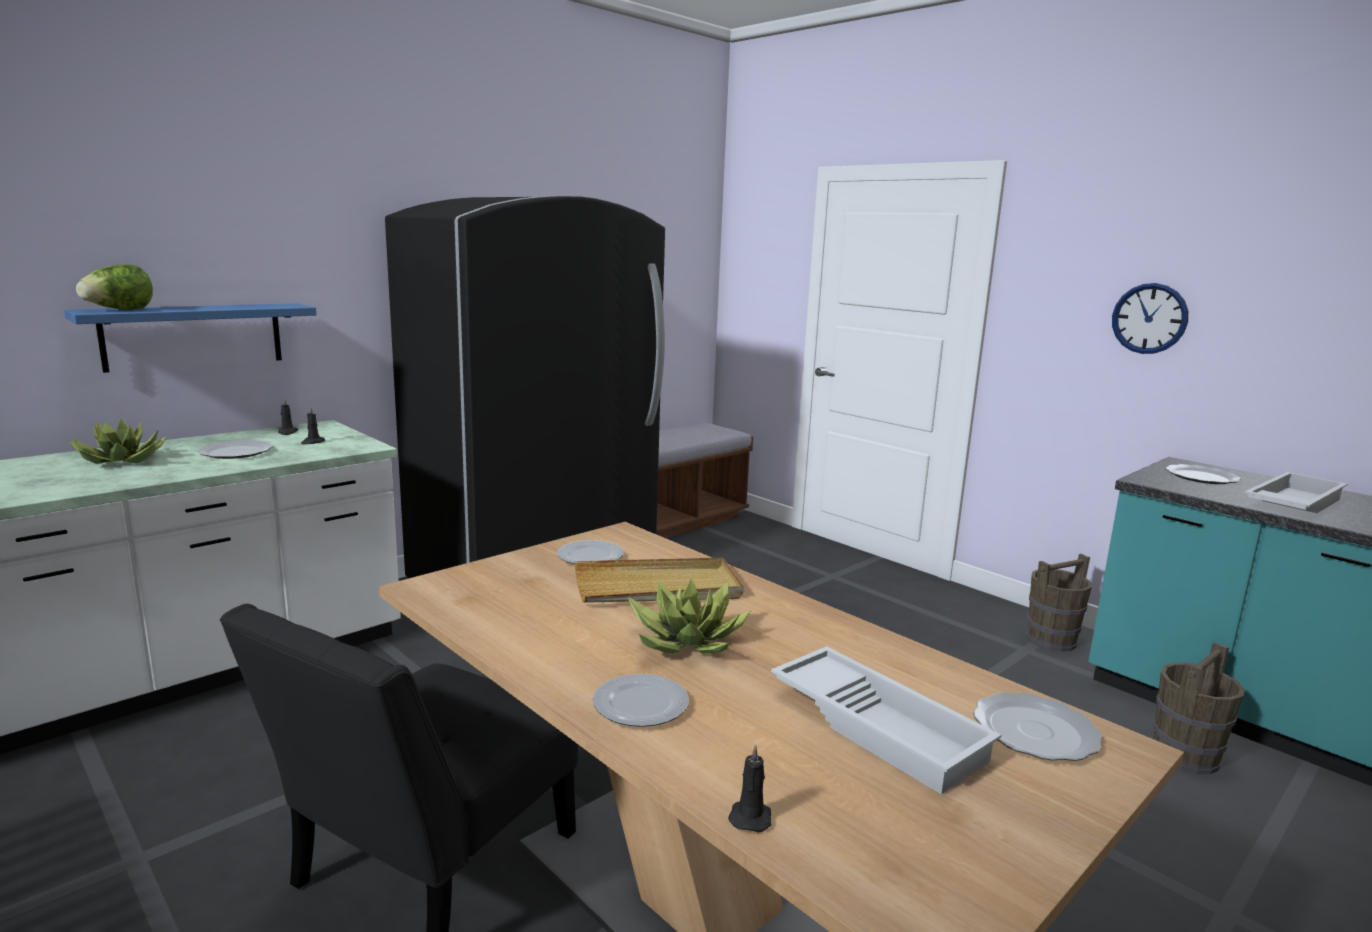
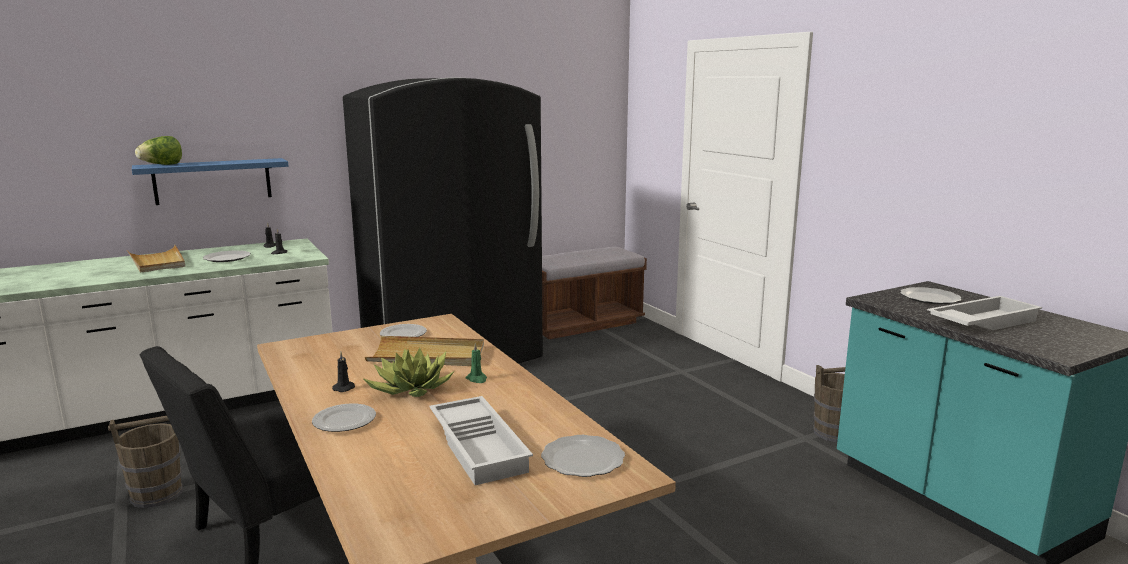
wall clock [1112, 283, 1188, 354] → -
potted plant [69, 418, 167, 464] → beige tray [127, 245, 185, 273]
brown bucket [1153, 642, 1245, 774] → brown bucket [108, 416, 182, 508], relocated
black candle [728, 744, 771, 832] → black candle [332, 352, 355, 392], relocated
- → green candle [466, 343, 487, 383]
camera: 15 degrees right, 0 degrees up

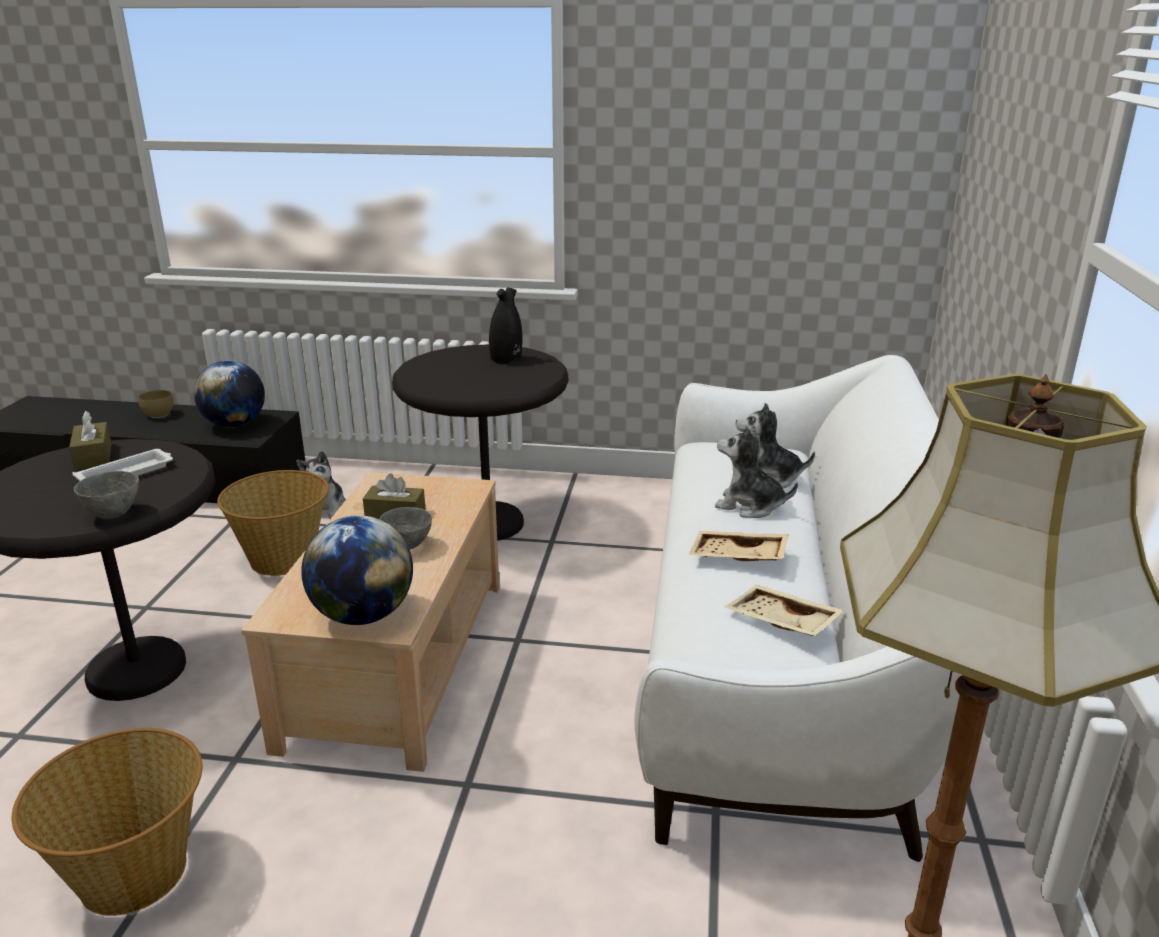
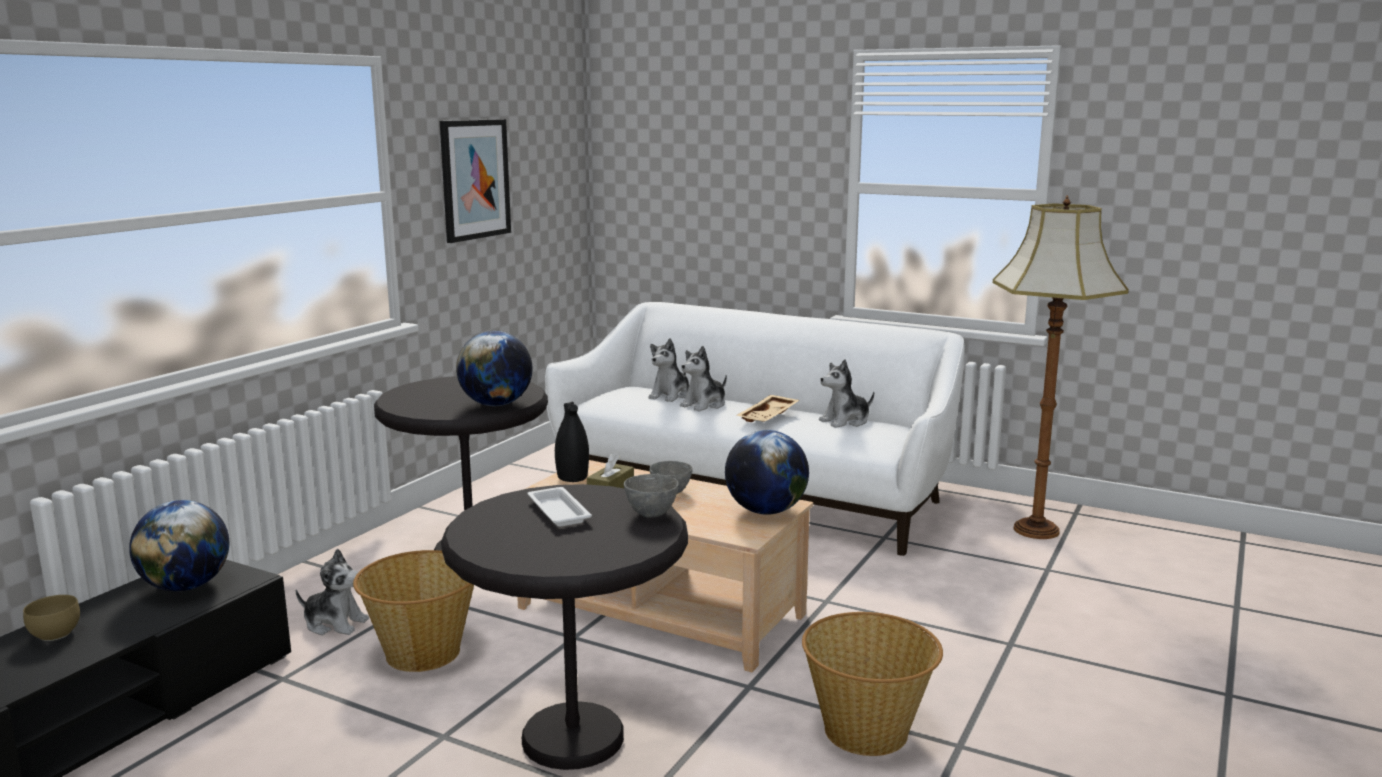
black vase [489, 288, 523, 364] → black vase [555, 402, 589, 482], relocated
brown tissue box [69, 411, 112, 470] → -
beige tray [724, 585, 845, 636] → plush toy [819, 359, 874, 428]
- → picture [440, 119, 511, 243]
- → globe [456, 331, 533, 406]
camera: 70 degrees left, 10 degrees down

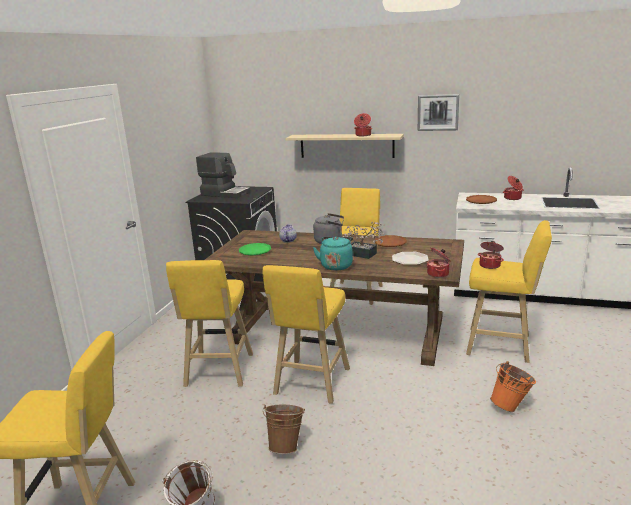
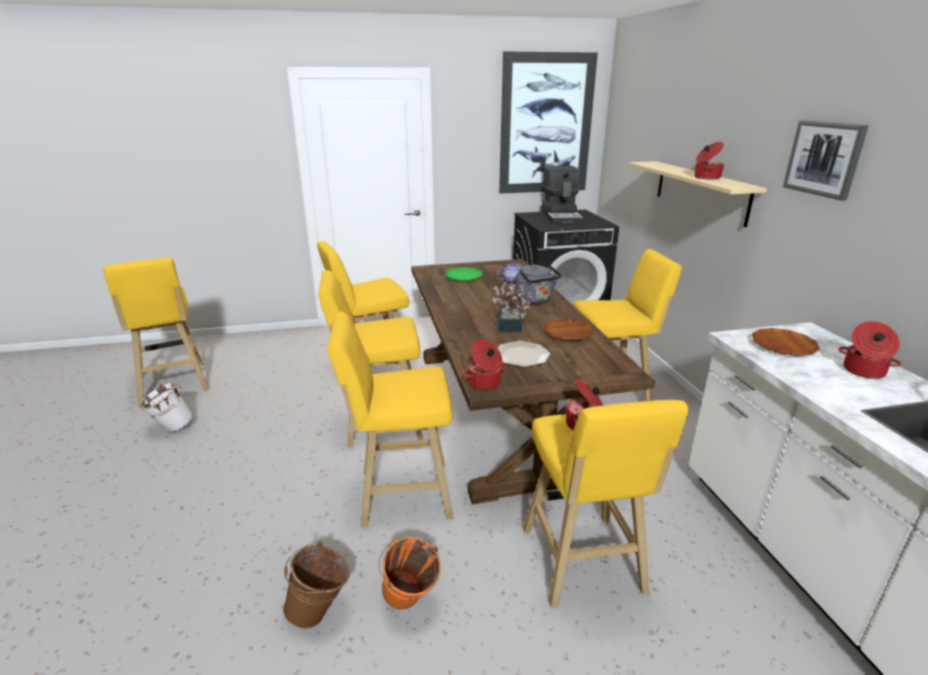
turquoise kettle [313, 237, 353, 271] → -
brown bucket [263, 405, 305, 454] → brown bucket [283, 541, 350, 629], relocated
- → picture [499, 52, 598, 194]
- → yellow stool [328, 312, 453, 527]
camera: 60 degrees right, 5 degrees up

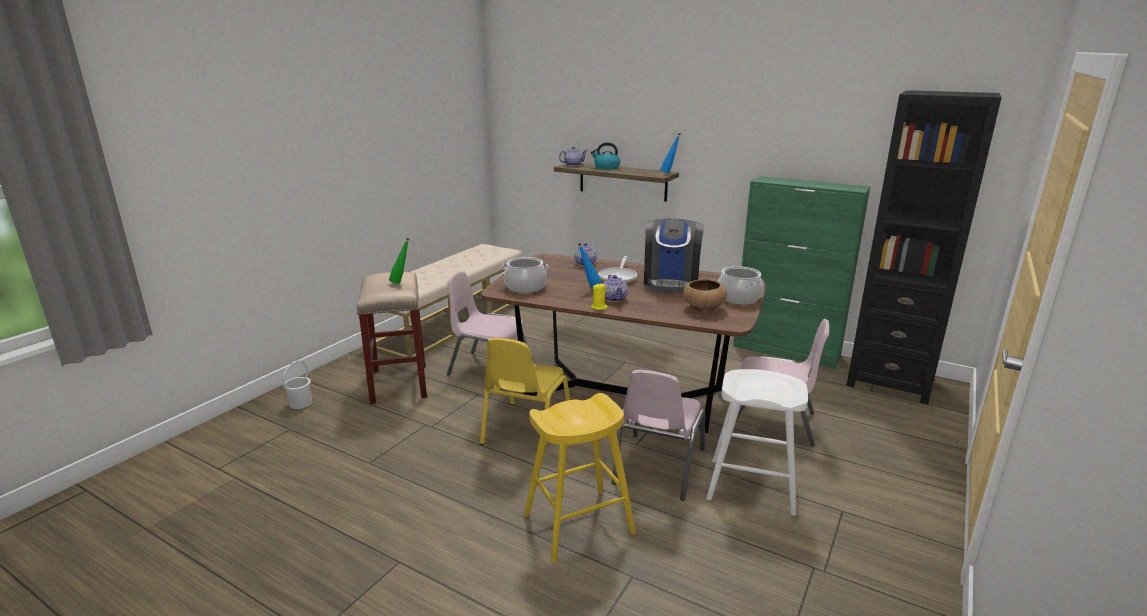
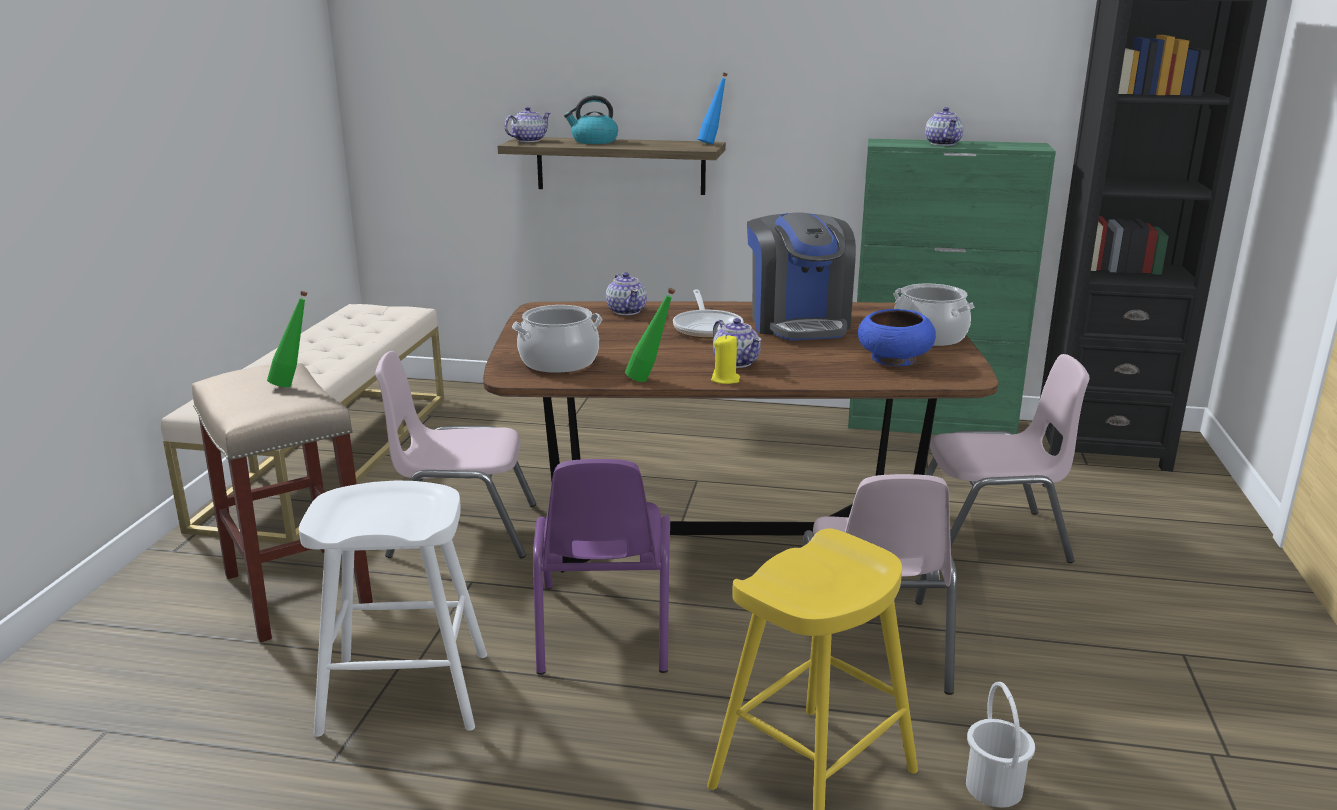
blue bottle [578, 243, 602, 291] → -
brown bowl [683, 279, 727, 313] → blue bowl [858, 309, 936, 366]
yellow chair [480, 338, 570, 445] → purple chair [533, 459, 670, 675]
white bucket [283, 360, 312, 409] → white bucket [966, 682, 1035, 807], relocated
white stool [707, 369, 808, 516] → white stool [299, 481, 487, 737], relocated
- → teapot [925, 107, 963, 146]
- → green bottle [625, 288, 675, 382]
camera: 20 degrees left, 0 degrees up

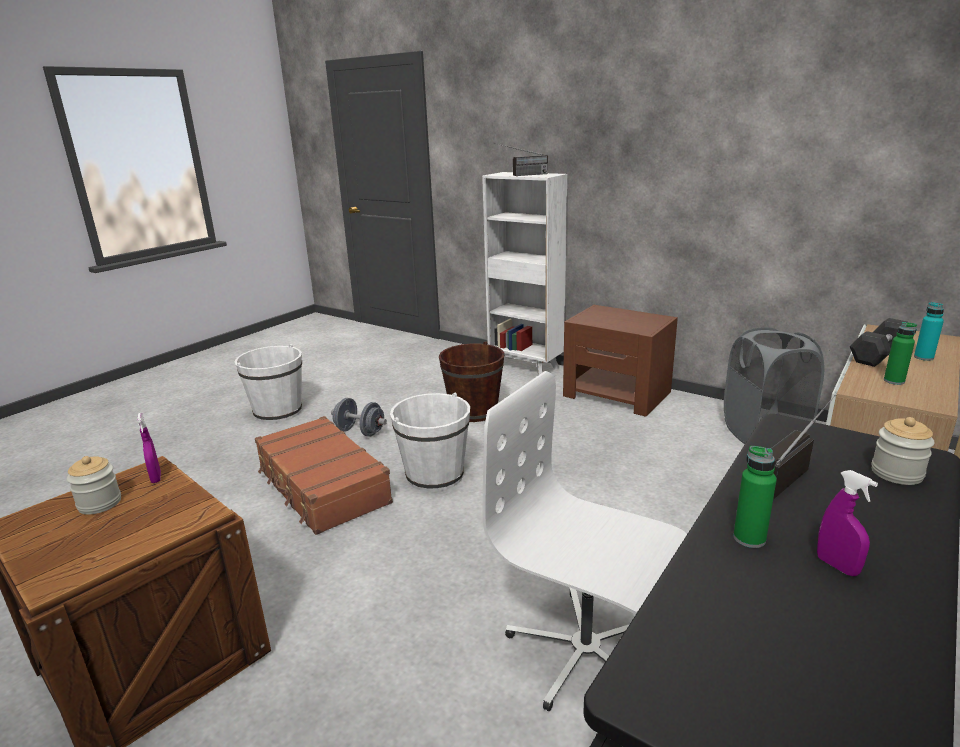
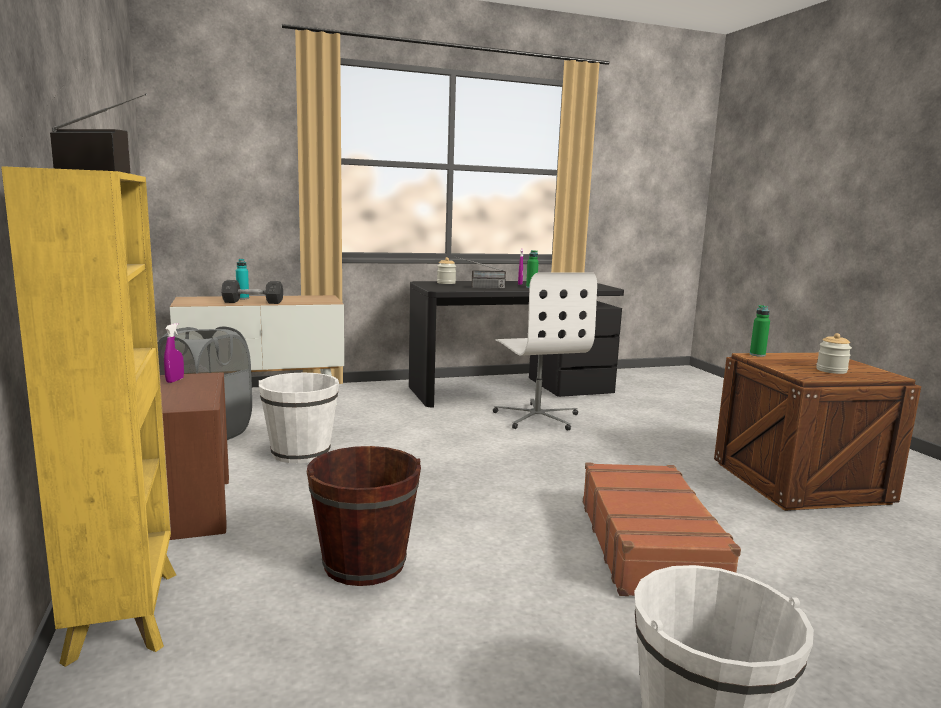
white bookcase [482, 172, 567, 375] → yellow bookcase [1, 166, 176, 667]
green bottle [884, 322, 917, 385] → green bottle [750, 305, 770, 357], relocated
white bucket [390, 393, 470, 492] → white bucket [259, 373, 339, 463], relocated
grey dumbbell [331, 398, 387, 437] → -
purple spray bottle [137, 413, 161, 483] → purple spray bottle [164, 323, 184, 383], relocated
camera: 145 degrees left, 10 degrees down

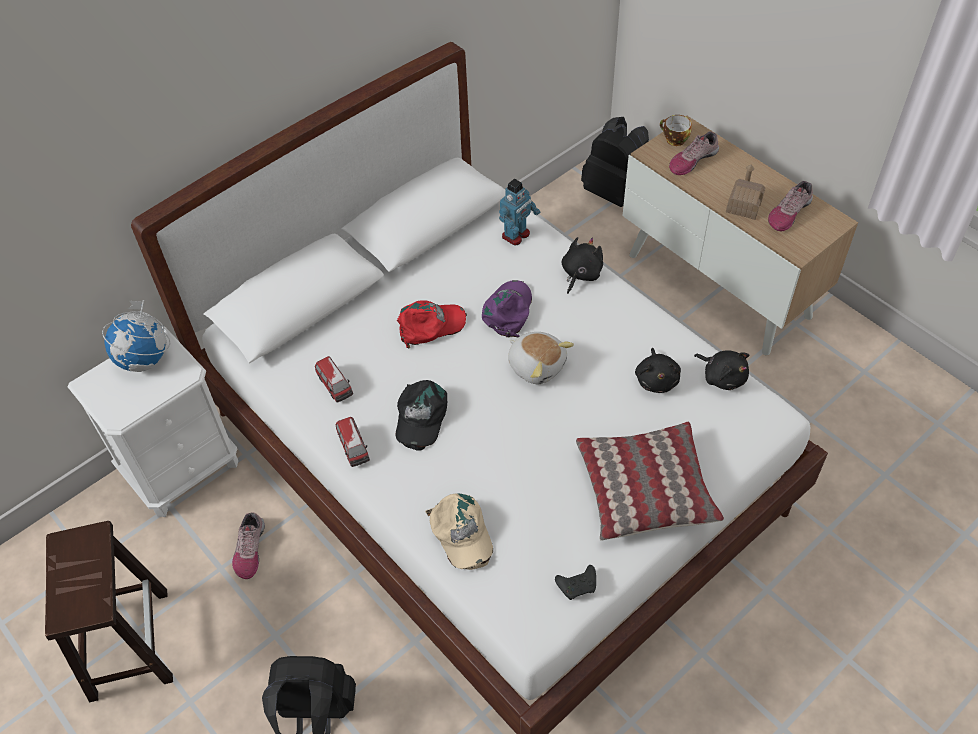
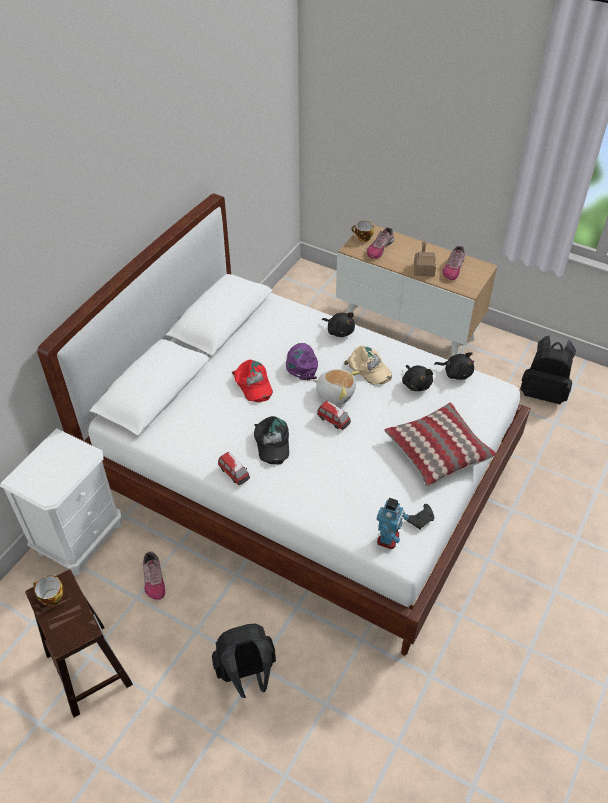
black backpack [581, 117, 649, 207] → black backpack [520, 335, 576, 404], relocated
toy robot [499, 179, 540, 245] → toy robot [377, 498, 409, 549], relocated
black plush toy [562, 237, 603, 294] → black plush toy [322, 312, 355, 337], 120 degrees clockwise
globe [102, 300, 170, 372] → -
red cap [397, 300, 467, 348] → red cap [232, 360, 273, 402], 105 degrees clockwise
toy car [315, 356, 353, 403] → toy car [317, 400, 351, 430], relocated
beige cap [425, 493, 493, 570] → beige cap [344, 346, 392, 385], relocated
- → cup [33, 576, 64, 606]
camera: 20 degrees left, 5 degrees down

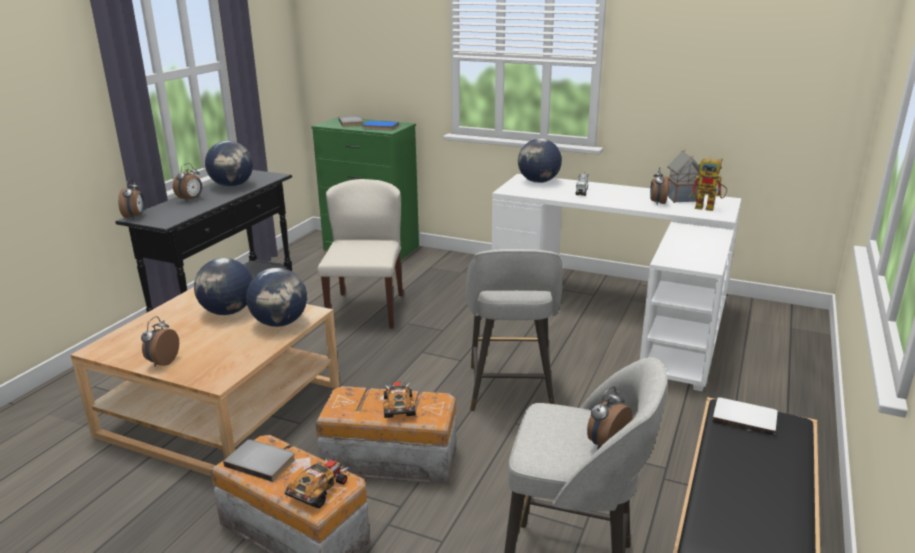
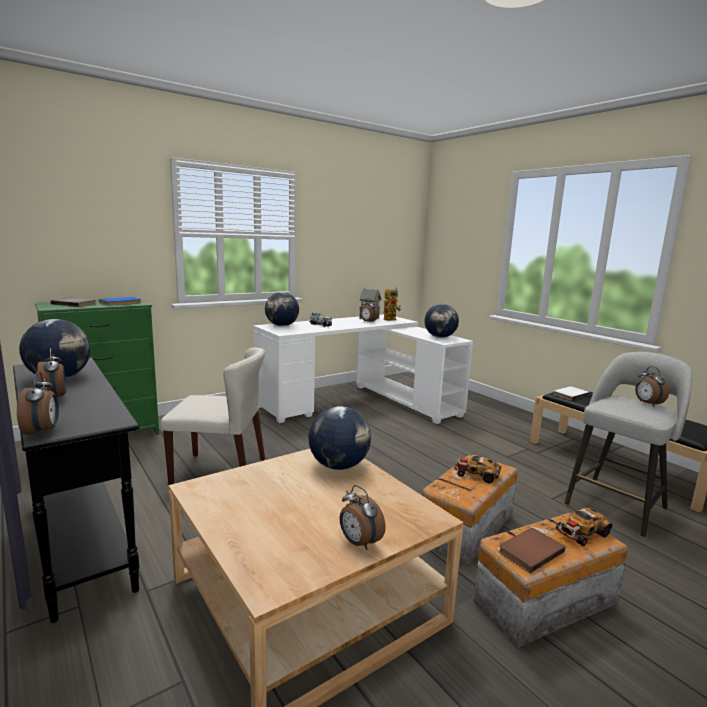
alarm clock [118, 178, 145, 220] → alarm clock [17, 372, 59, 437], 45 degrees clockwise
beige chair [317, 179, 403, 329] → beige chair [161, 347, 265, 485], 150 degrees clockwise
grey stool [466, 249, 563, 411] → -
globe [194, 258, 253, 315] → globe [424, 304, 459, 338], relocated
grey book [223, 439, 295, 482] → brown book [499, 528, 566, 573]
toy car [285, 458, 348, 508] → toy car [556, 507, 613, 546], 90 degrees counterclockwise
camera: 60 degrees left, 10 degrees down

